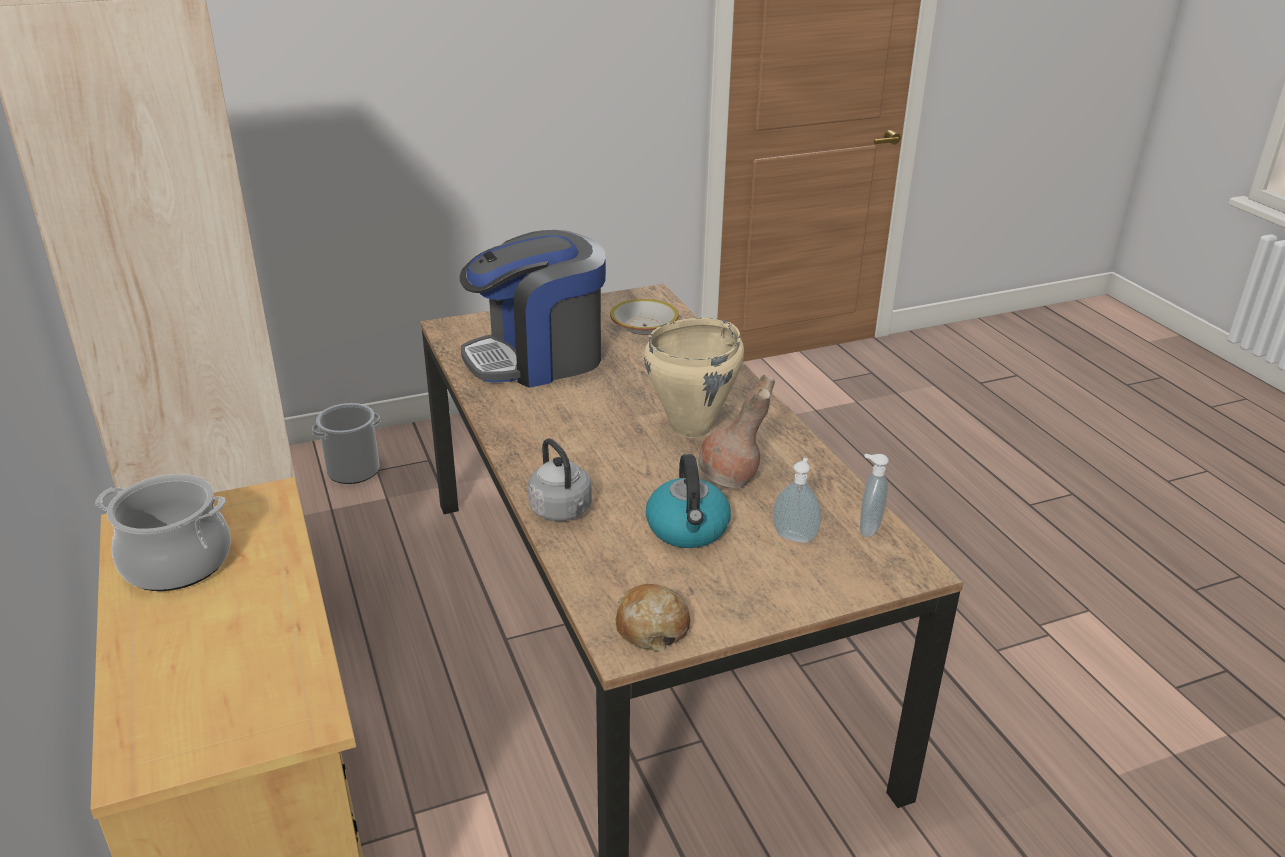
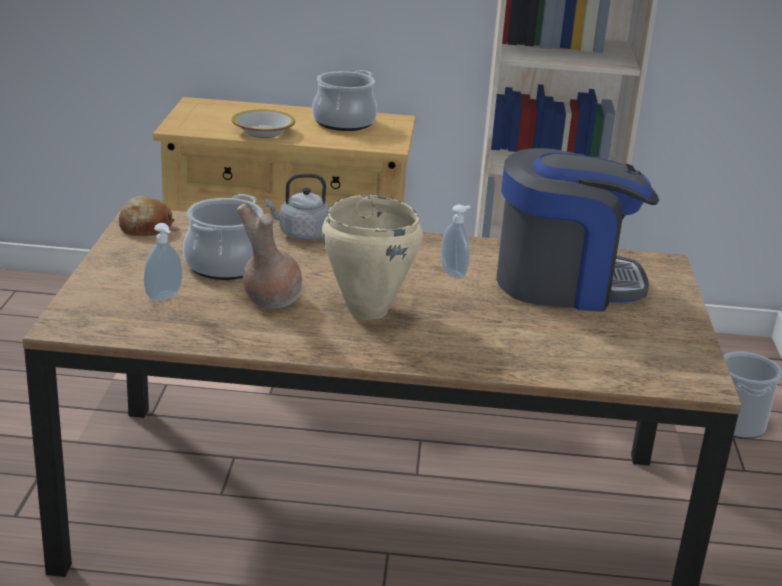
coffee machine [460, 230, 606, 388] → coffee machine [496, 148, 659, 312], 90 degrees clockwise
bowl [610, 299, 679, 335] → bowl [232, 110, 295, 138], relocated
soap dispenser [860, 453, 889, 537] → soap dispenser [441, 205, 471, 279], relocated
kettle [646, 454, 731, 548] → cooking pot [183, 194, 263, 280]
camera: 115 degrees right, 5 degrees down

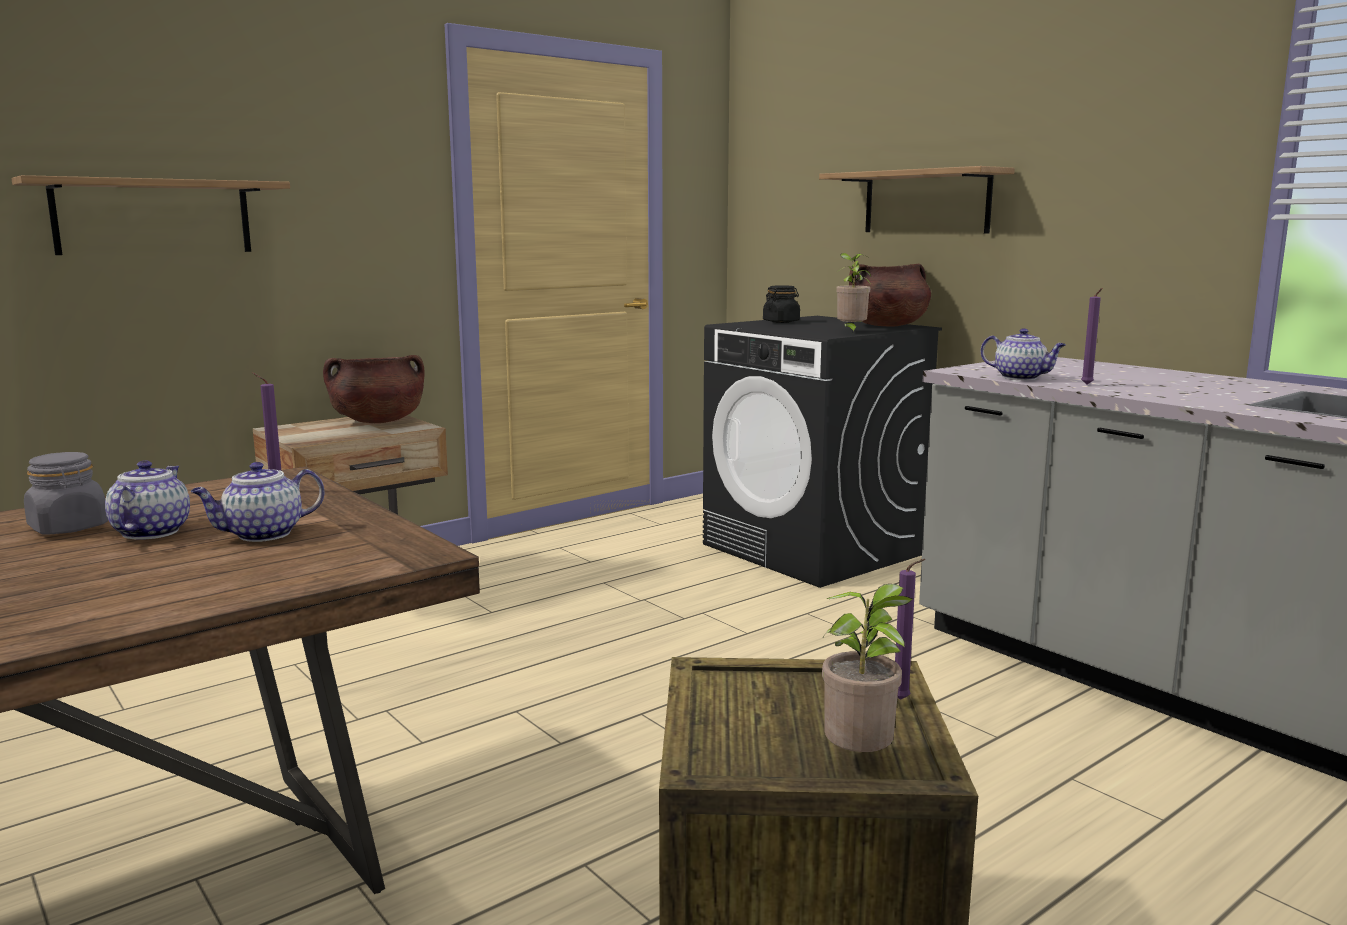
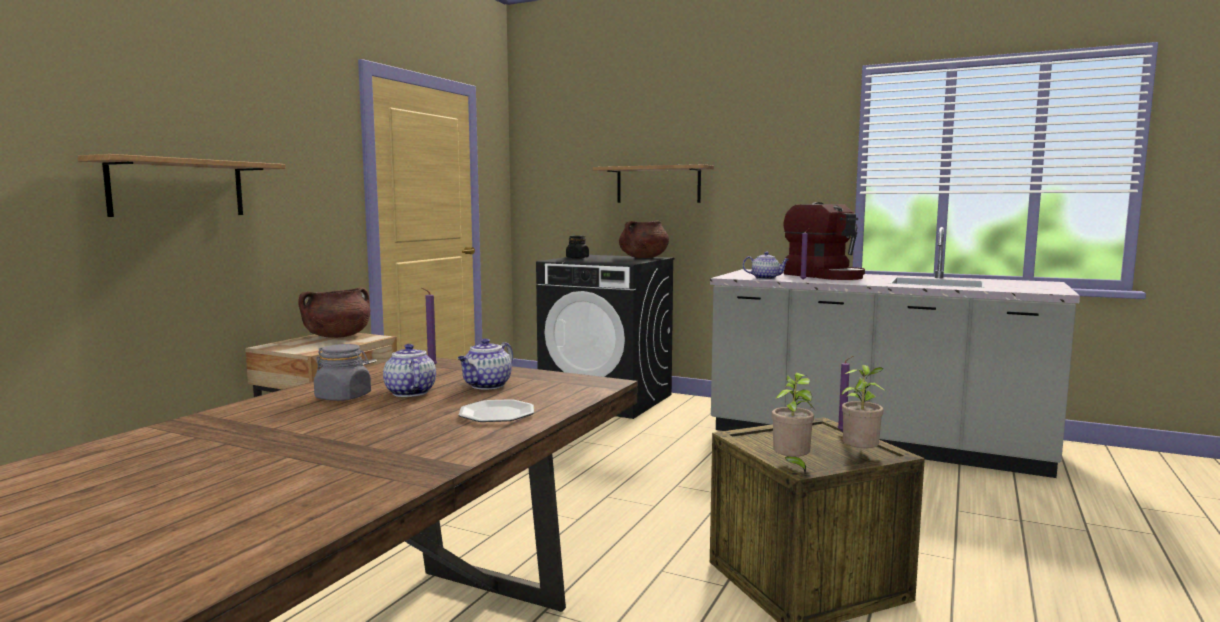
potted plant [836, 253, 871, 333] → potted plant [772, 372, 814, 473], relocated
- → coffee machine [784, 202, 865, 280]
- → plate [459, 399, 534, 422]
camera: 25 degrees left, 5 degrees down

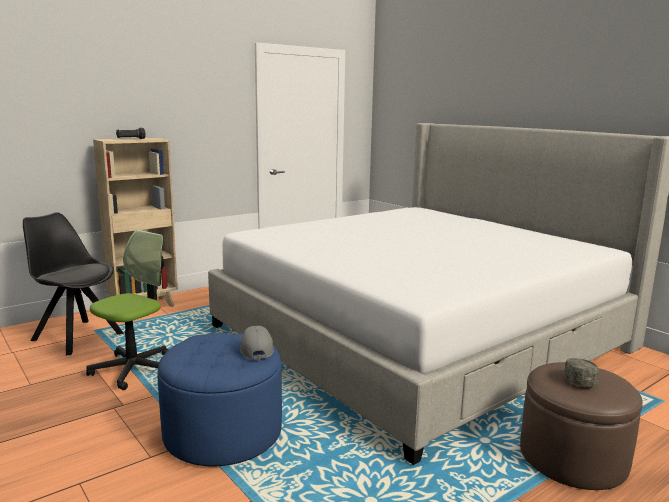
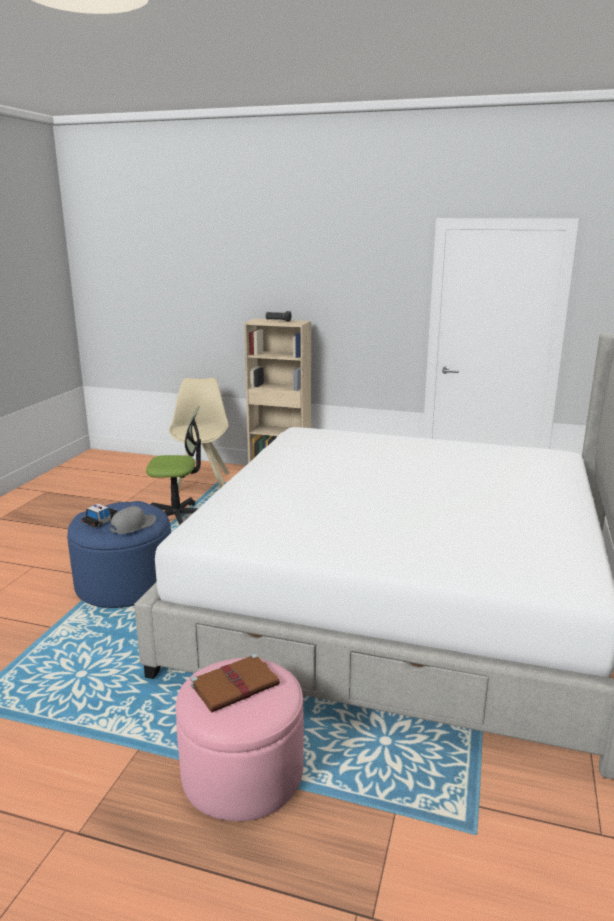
black chair [23, 212, 123, 355] → beige chair [169, 378, 229, 490]
grey cap [562, 358, 599, 387] → brown book [190, 653, 280, 712]
brown ottoman [520, 362, 643, 490] → pink ottoman [176, 658, 304, 821]
- → toy car [81, 504, 118, 528]
camera: 55 degrees right, 5 degrees up

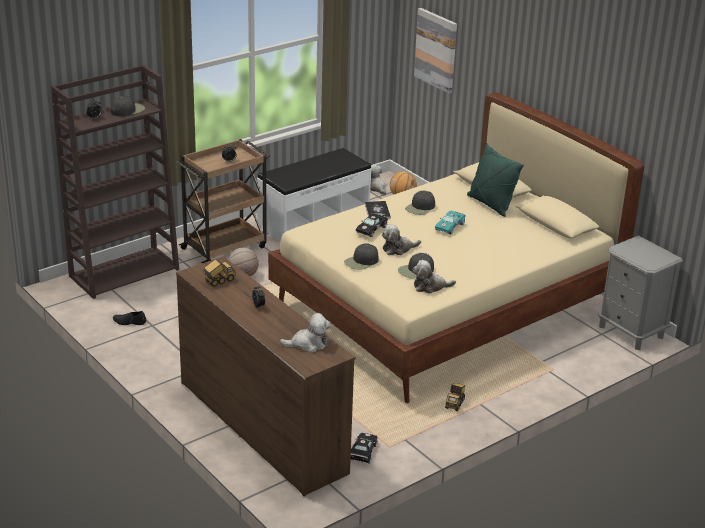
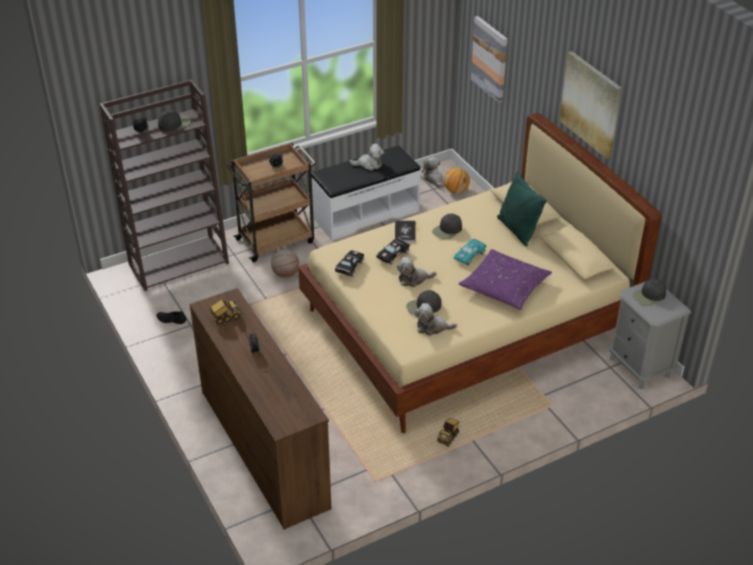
black cap [344, 243, 379, 270] → black cap [633, 278, 666, 306], relocated
plush toy [280, 313, 331, 353] → plush toy [349, 143, 384, 171], relocated
black toy car [350, 433, 377, 463] → black toy car [335, 250, 364, 277], relocated
- → picture [559, 51, 622, 159]
- → purple pillow [459, 249, 552, 310]
camera: 10 degrees right, 10 degrees up

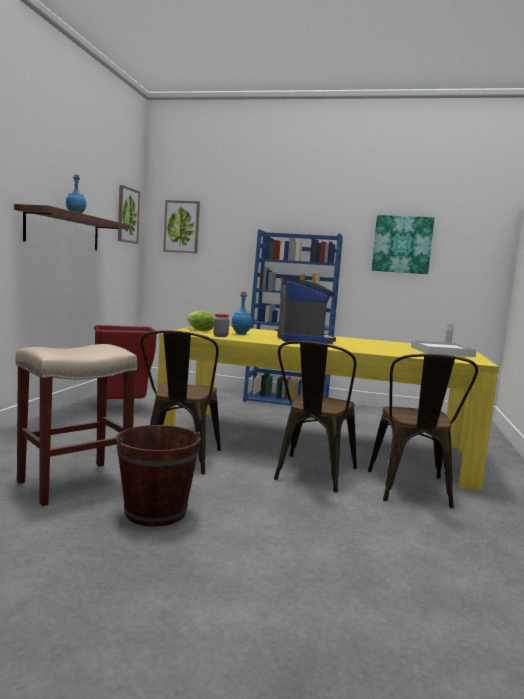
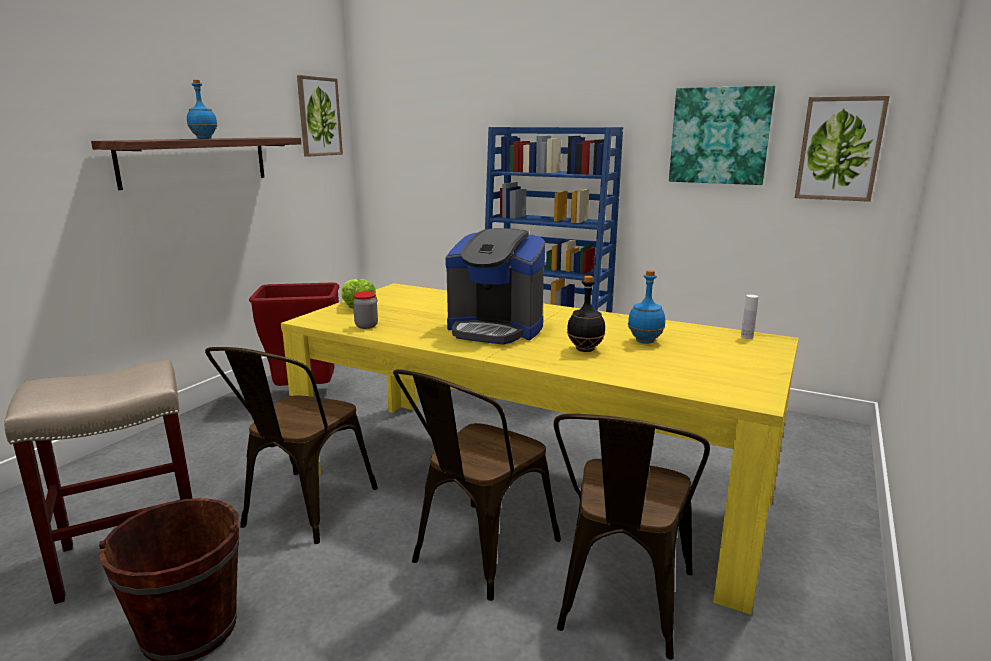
picture [163, 200, 200, 254] → picture [795, 96, 890, 202], relocated
coffee machine [277, 278, 336, 344] → coffee machine [445, 228, 545, 345], 105 degrees clockwise
blue bottle [231, 292, 252, 335] → blue bottle [628, 270, 665, 344], relocated
white tray [411, 340, 477, 357] → -
- → black bottle [567, 276, 605, 352]
camera: 15 degrees right, 10 degrees up

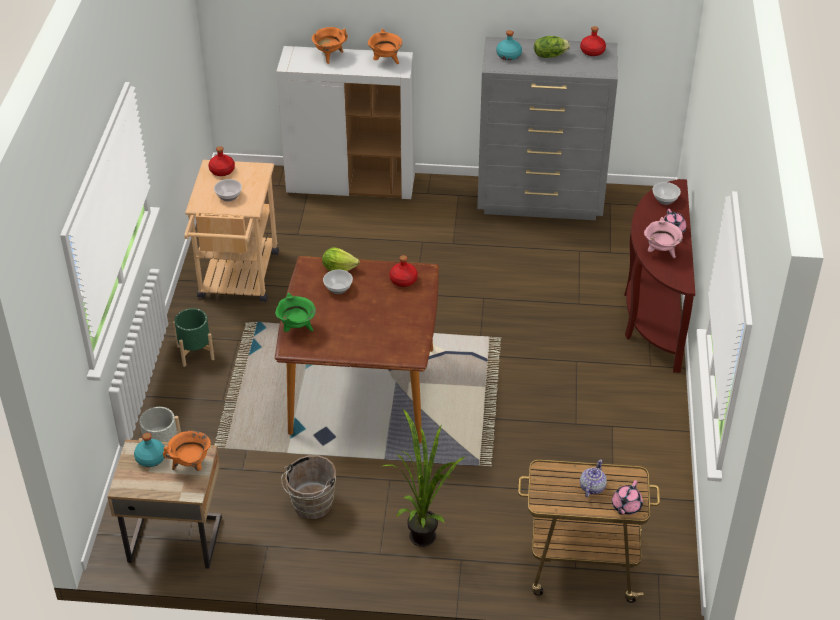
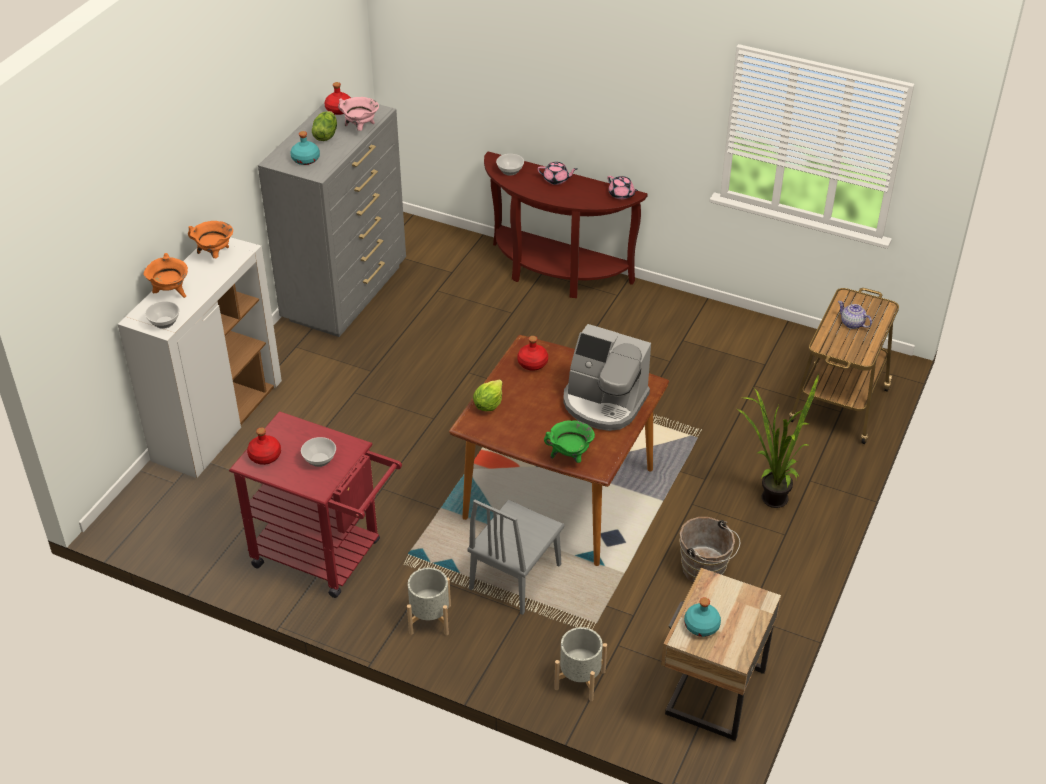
beige cart [185, 160, 279, 302] → red cart [229, 411, 402, 598]
pink cooking pot [644, 217, 683, 258] → pink cooking pot [338, 97, 379, 131], relocated
bowl [323, 270, 353, 294] → bowl [145, 301, 180, 329], relocated
green planter [173, 308, 215, 367] → grey planter [407, 568, 451, 635]
orange cooking pot [163, 431, 211, 471] → -
pink teapot [612, 480, 643, 515] → pink teapot [607, 176, 638, 200], relocated
- → coffee machine [563, 324, 651, 431]
- → grey chair [467, 500, 564, 615]
camera: 70 degrees left, 0 degrees up

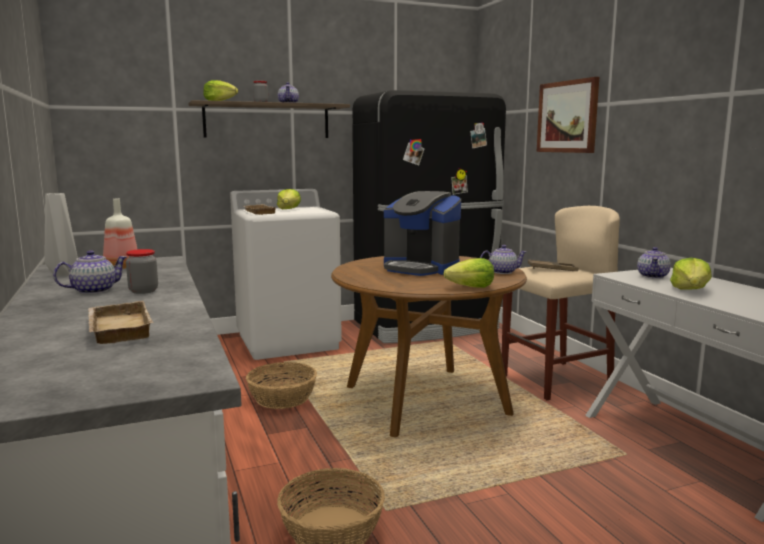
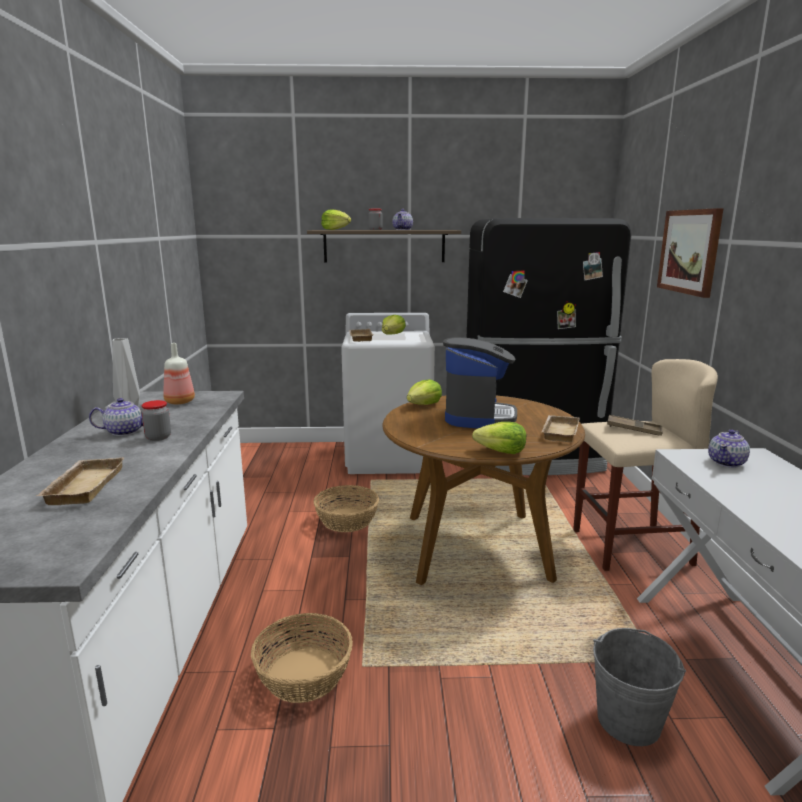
coffee machine [384, 191, 461, 276] → coffee machine [443, 337, 517, 428], 135 degrees counterclockwise
teapot [480, 245, 527, 274] → beige tray [541, 415, 580, 442]
lettuce [670, 258, 712, 290] → lettuce [407, 379, 442, 405], relocated
- → grey bucket [593, 628, 686, 746]
camera: 20 degrees right, 5 degrees up

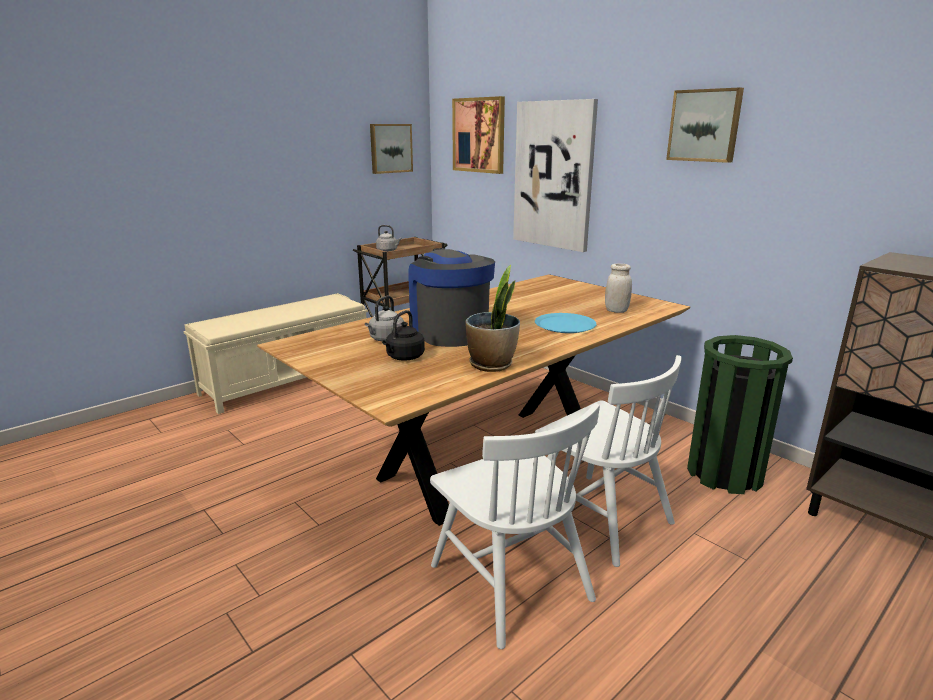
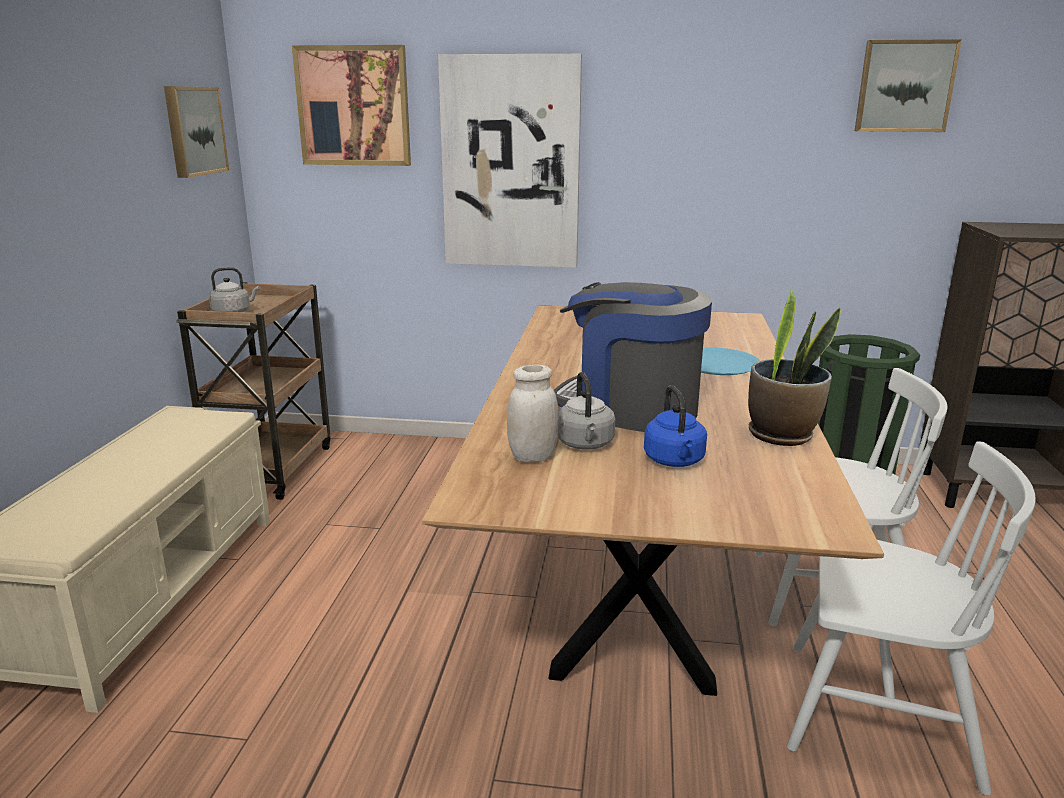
picture [666, 87, 744, 163] → picture [855, 39, 962, 132], relocated
white jar [605, 263, 632, 313] → white jar [507, 365, 559, 462], relocated
black kettle [382, 310, 425, 360] → blue kettle [644, 385, 707, 467]
camera: 40 degrees left, 0 degrees up

